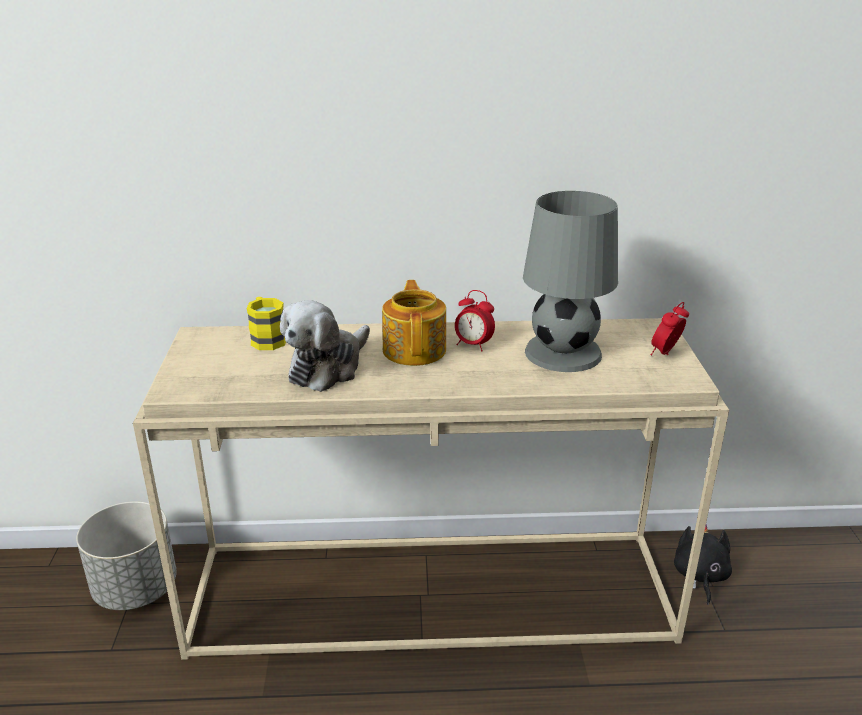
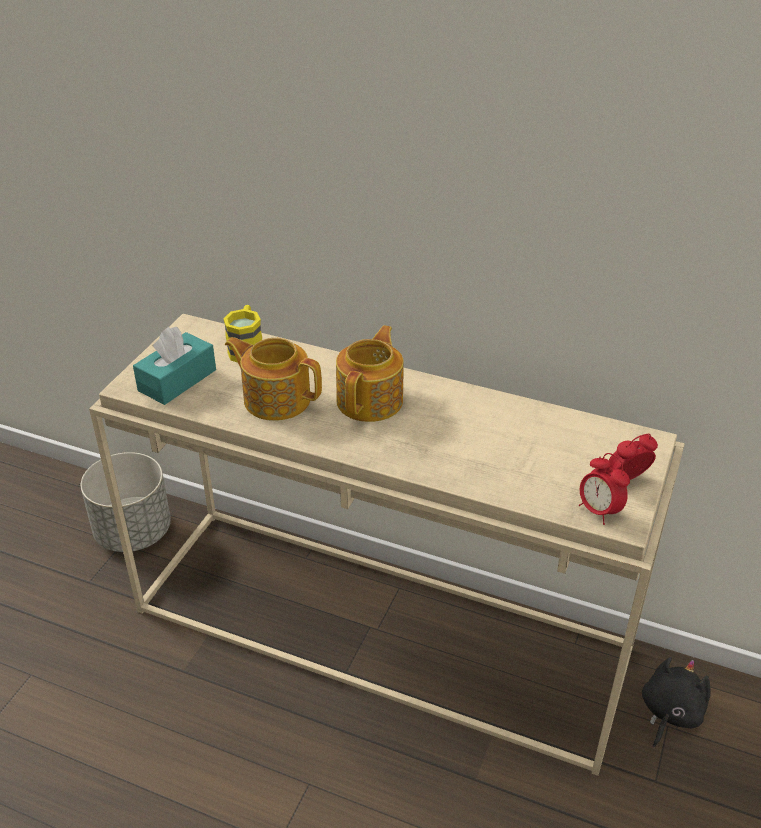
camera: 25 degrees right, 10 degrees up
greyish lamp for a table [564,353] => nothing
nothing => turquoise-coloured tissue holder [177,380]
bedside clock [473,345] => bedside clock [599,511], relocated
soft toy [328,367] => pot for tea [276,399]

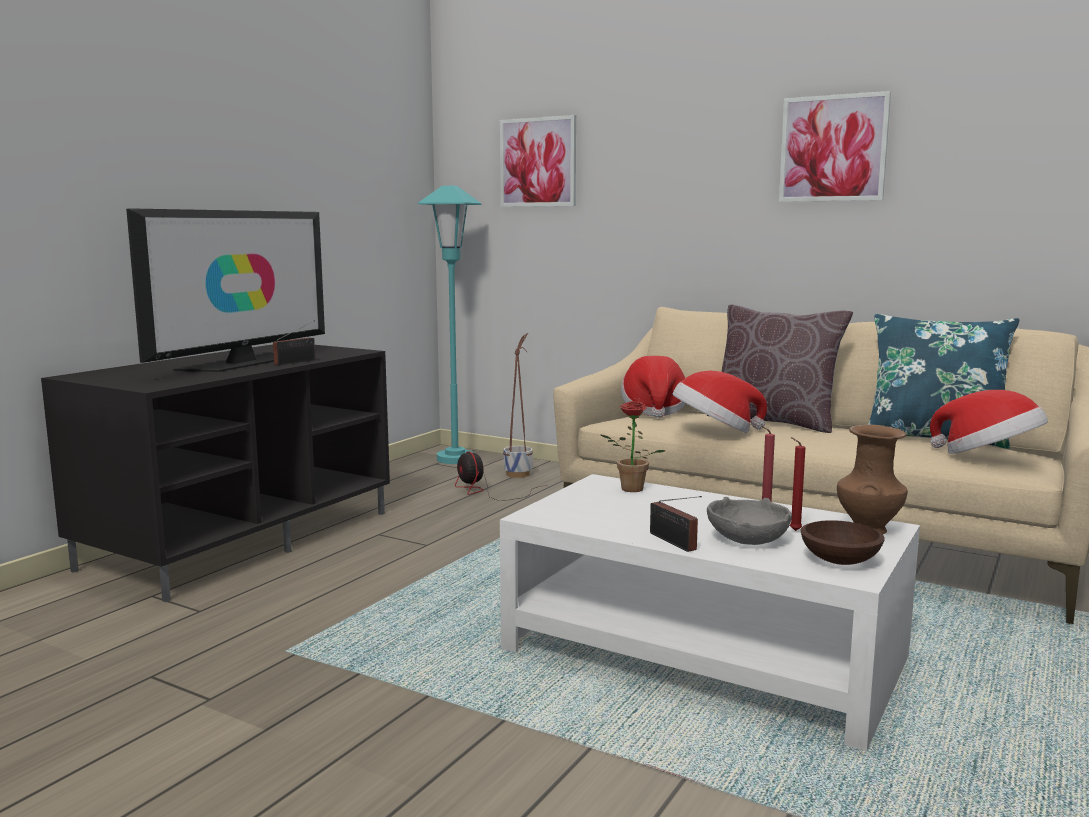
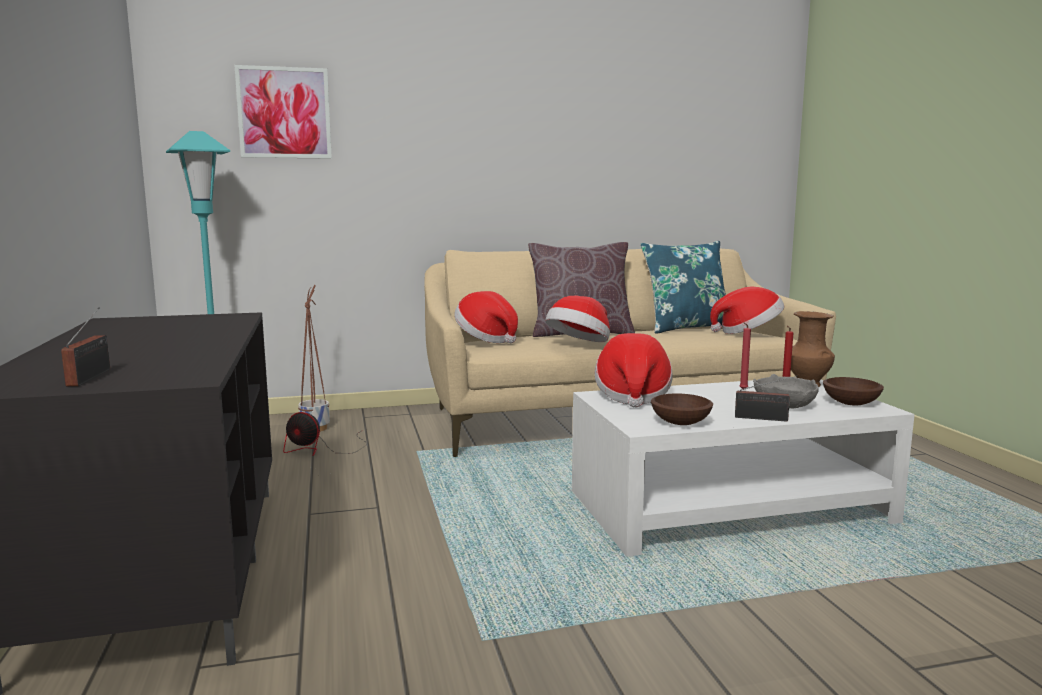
camera: 45 degrees left, 0 degrees up
television [241,363] => nothing
picture [833,148] => nothing
nothing => brownish deep dish [680,423]
radio [297,362] => radio [92,376], relocated
houseplant [629,490] => clothing hat [632,396]

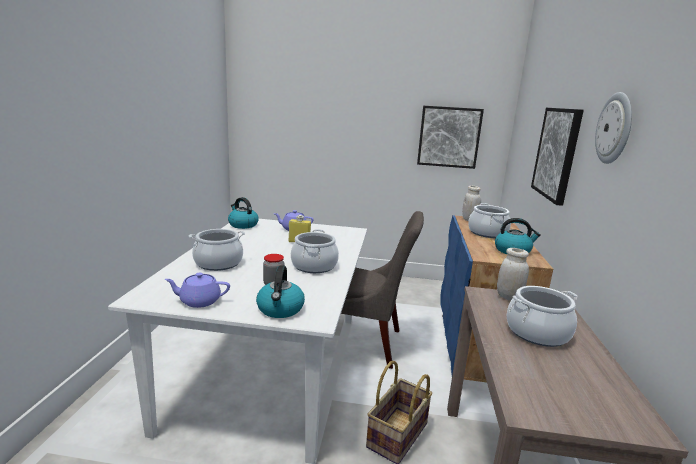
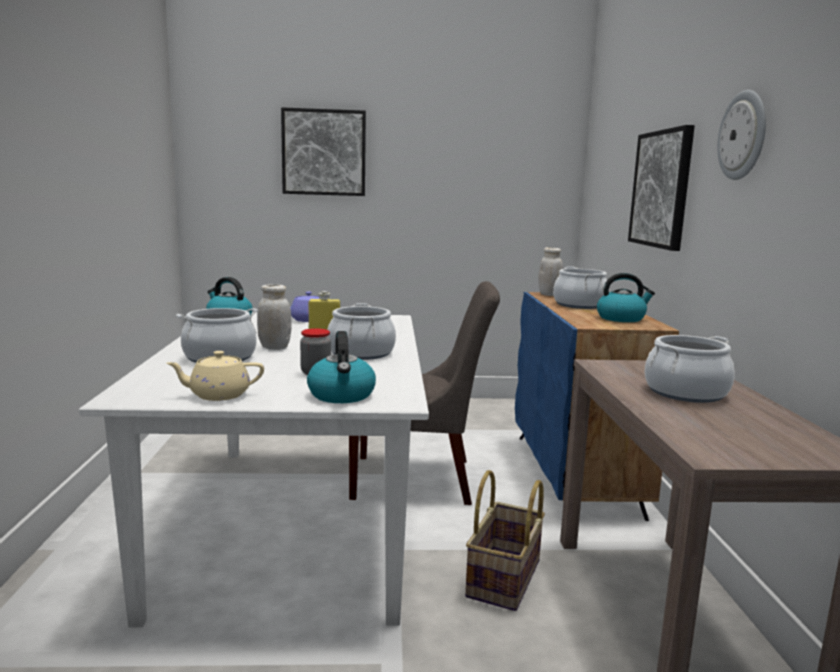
camera: 10 degrees left, 5 degrees down
picture [449,137] => picture [324,152], relocated
white-coloured jar [508,297] => white-coloured jar [274,347], relocated
purple pot for tea [199,301] => beige pot for tea [218,395]

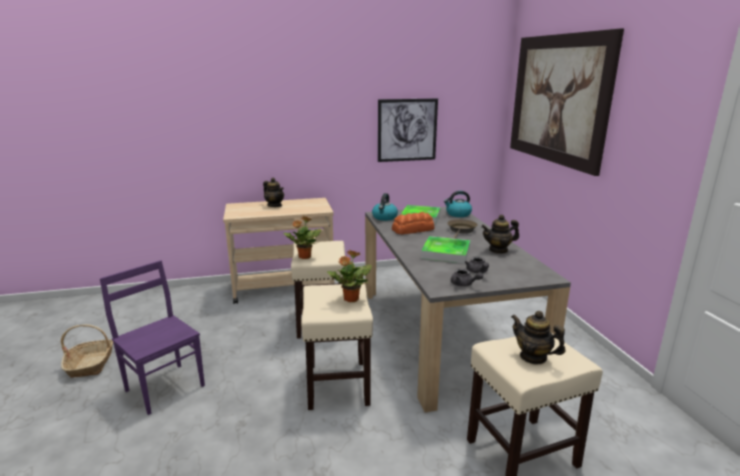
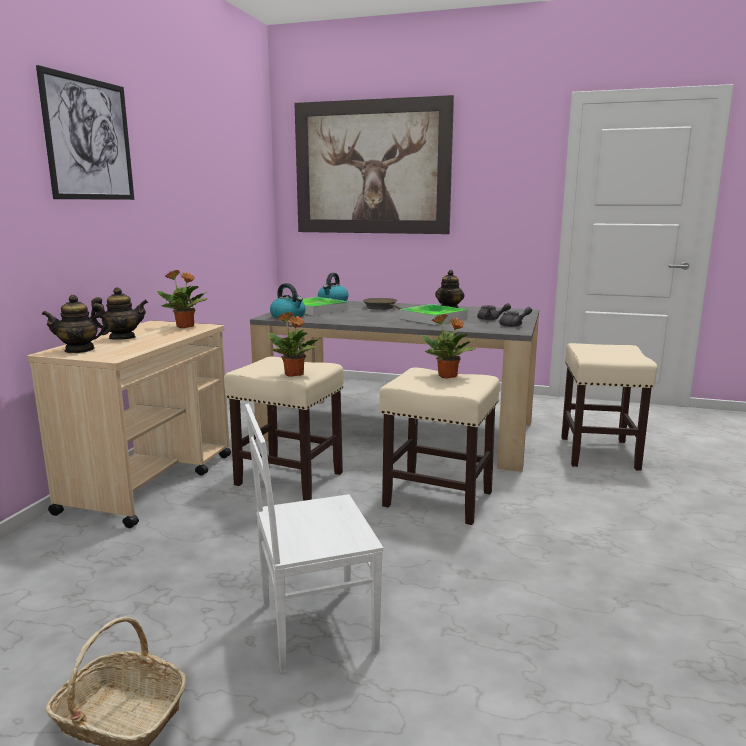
camera: 60 degrees left, 5 degrees down
bread [413,230] => nothing
nothing => houseplant [185,327]
picture [407,130] => picture [89,139], relocated
pot for tea [533,357] => pot for tea [80,350], relocated
purple chair [165,387] => white-coloured chair [315,626]

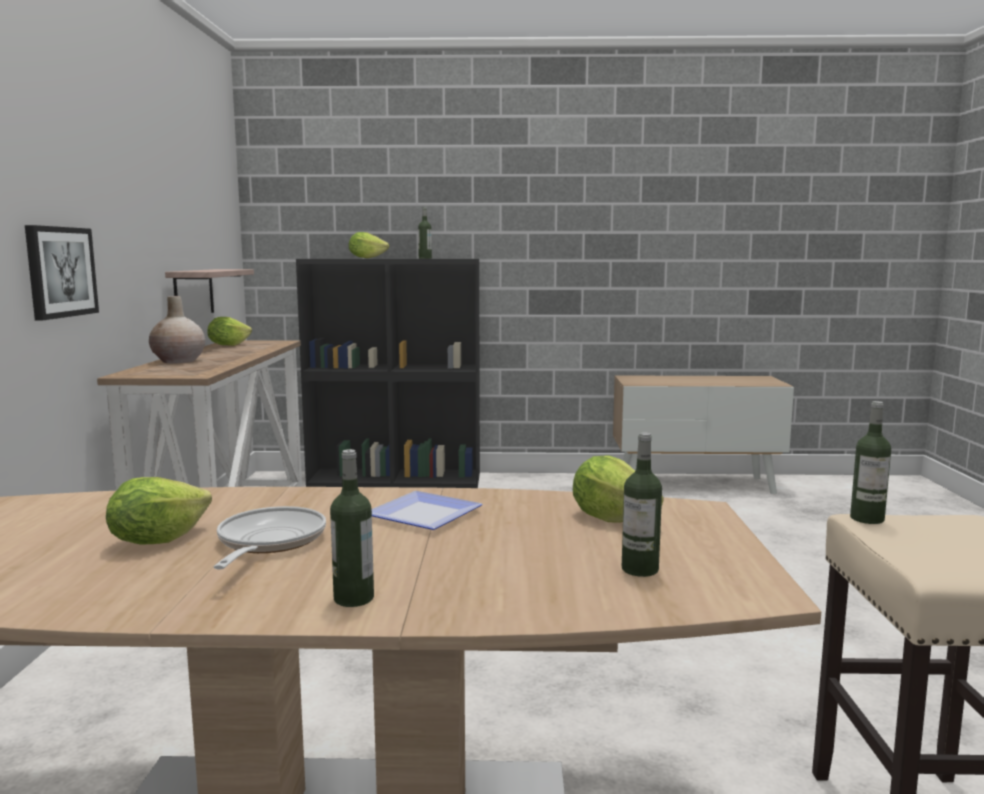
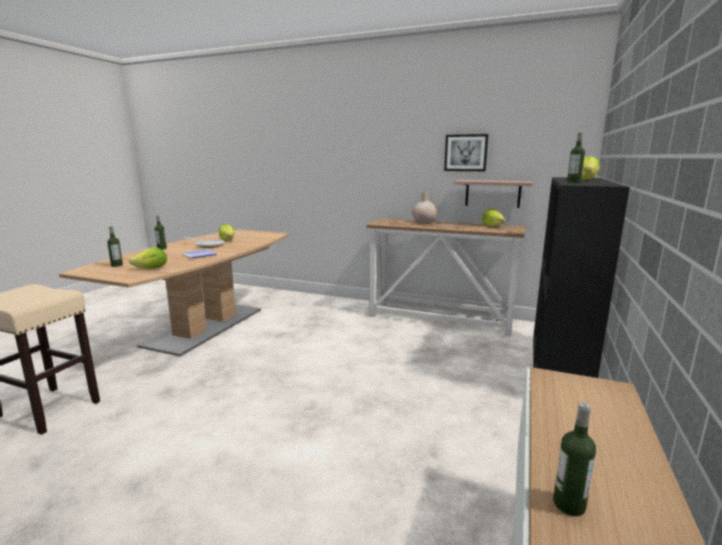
camera: 110 degrees right, 5 degrees up
picture [60,272] => picture [465,153], relocated
beverage bottle [867,519] => beverage bottle [569,504], relocated

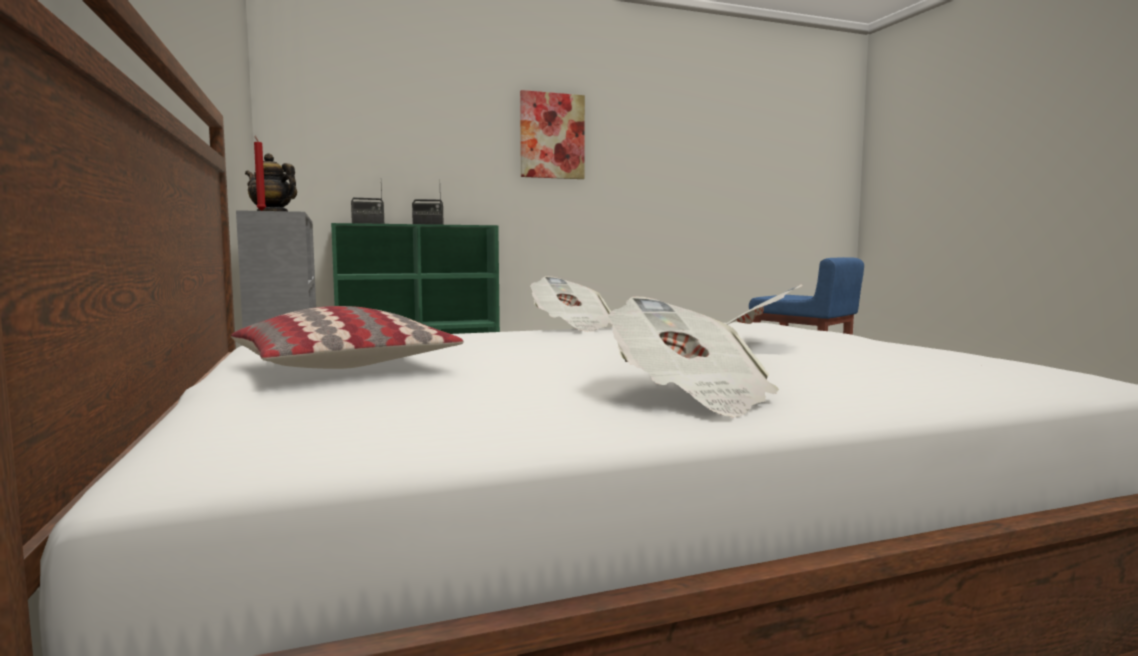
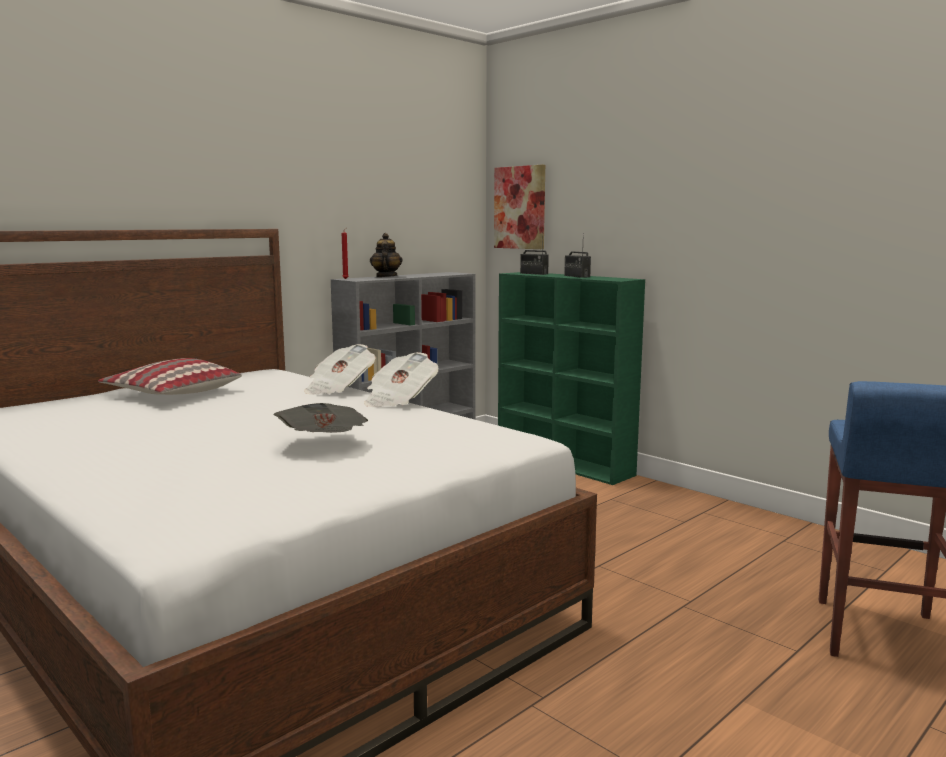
camera: 65 degrees right, 5 degrees up
picture [552,136] => picture [520,207], relocated
printed paper [691,397] => printed paper [338,389], relocated

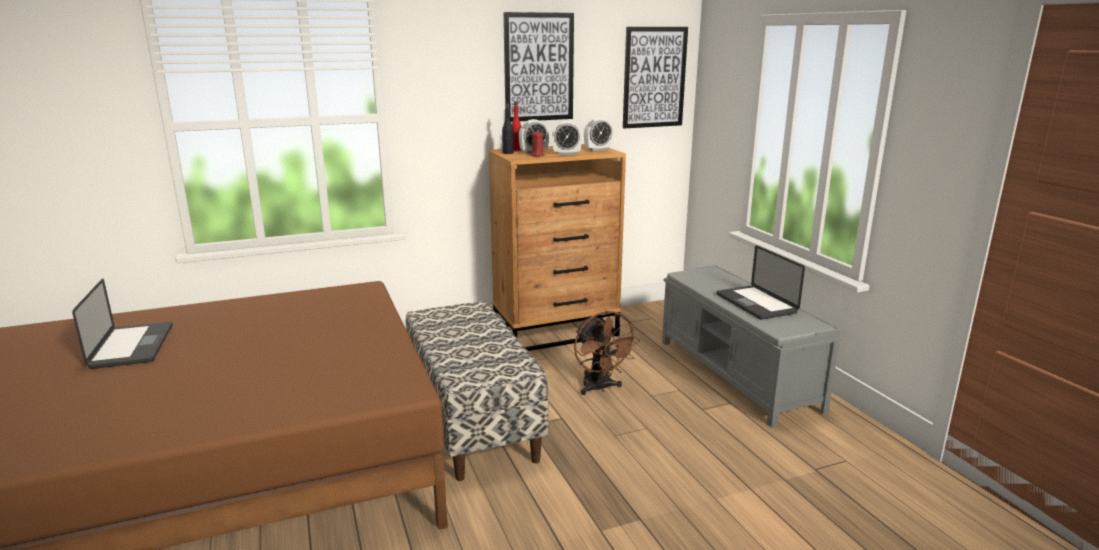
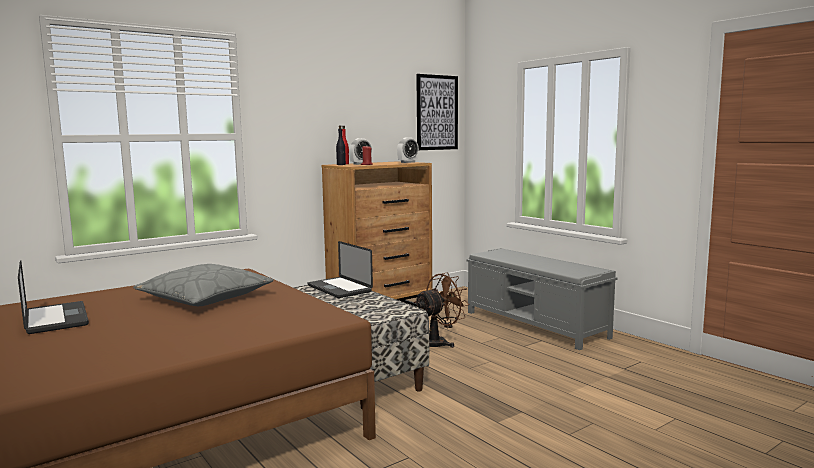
camera: 15 degrees left, 10 degrees down
picture [539,67] => nothing
bedside clock [566,154] => nothing
nothing => greyish throw pillow [205,298]
notebook computer [756,303] => notebook computer [339,288], relocated
brownish fan [600,388] => brownish fan [439,343], 90 degrees counterclockwise

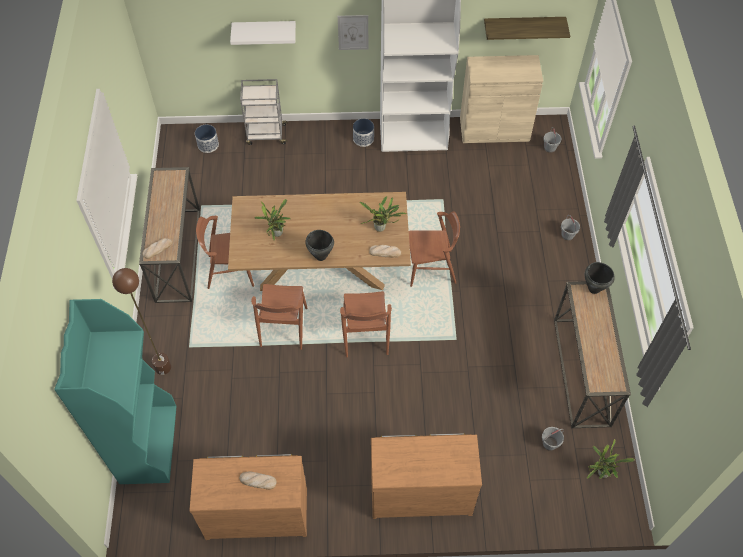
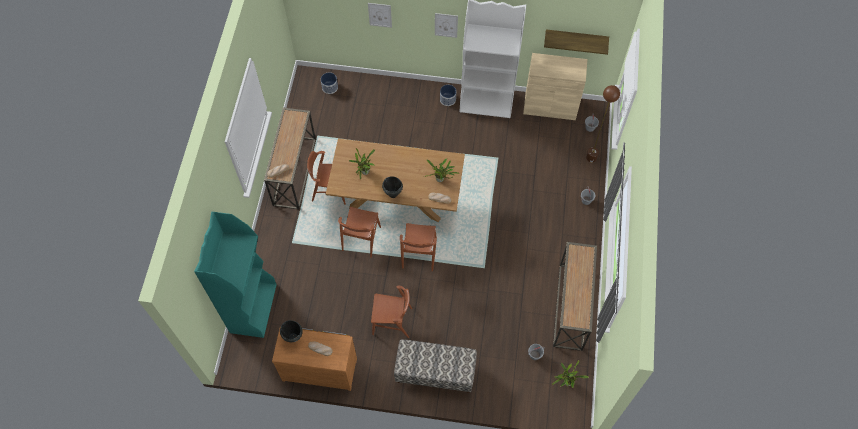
camera: 10 degrees right, 5 degrees up
greyish trolley [266,134] => nothing
brownish standing lamp [163,367] => brownish standing lamp [591,157], relocated
brownish chair [431,268] => brownish chair [392,321], relocated
black saucepot [593,288] => black saucepot [293,337], relocated
white-coloured bracket shelf [264,30] => picture [380,15]
brownish chest of drawers [420,491] => indoor bench [435,372]

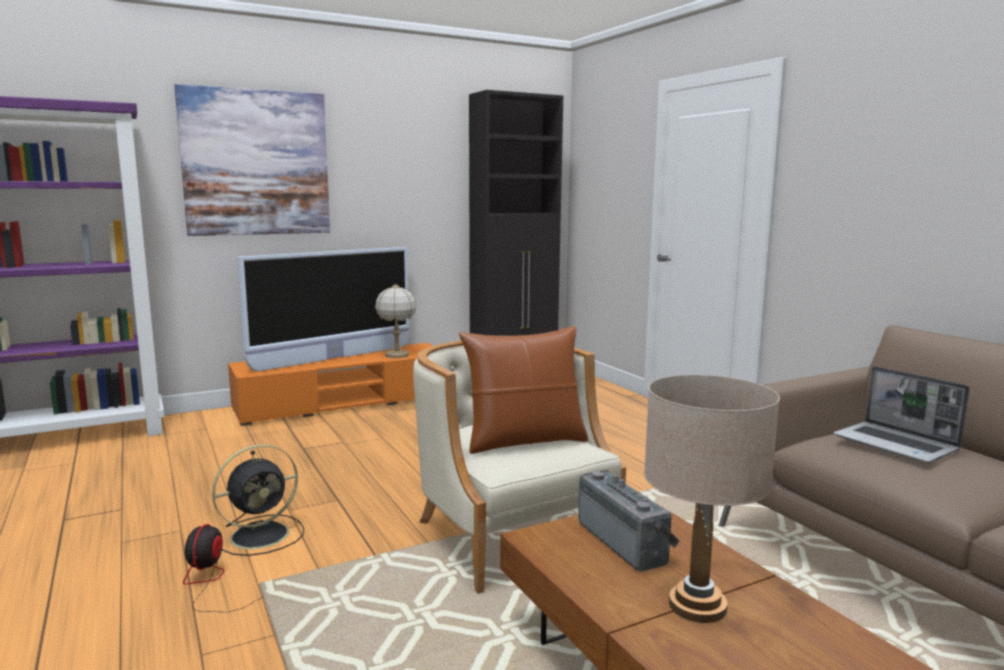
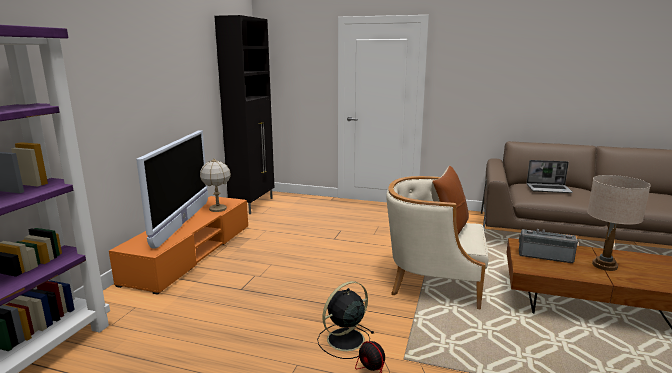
camera: 45 degrees left, 5 degrees up
picture [256,163] => nothing
black fan [262,534] => black fan [344,340], 135 degrees counterclockwise

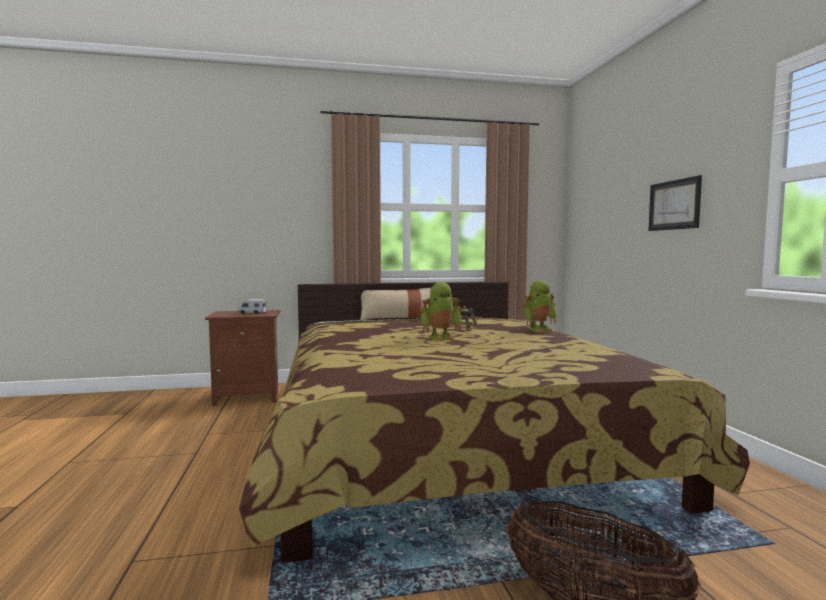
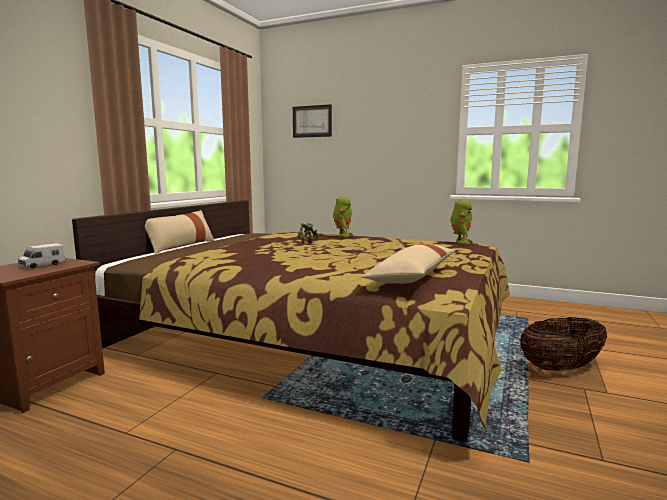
camera: 55 degrees left, 5 degrees up
nothing => beige throw pillow [412,277]
model robot [441,338] => model robot [460,242], relocated
picture [674,205] => picture [312,121], relocated

